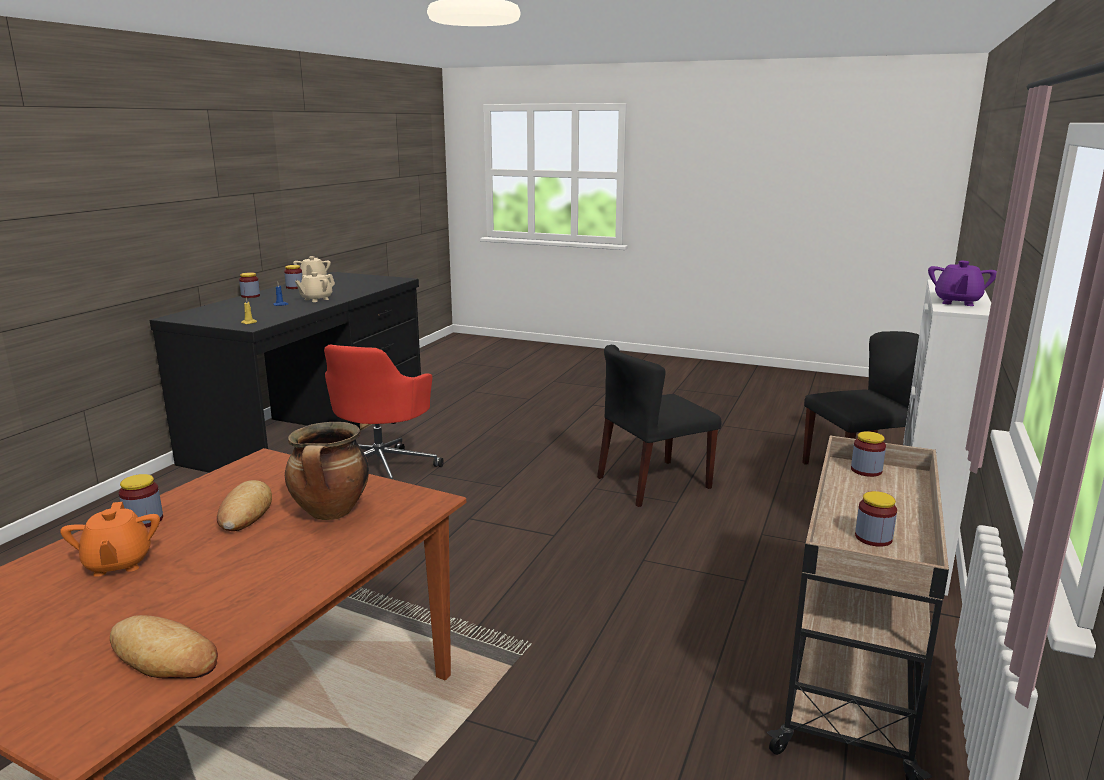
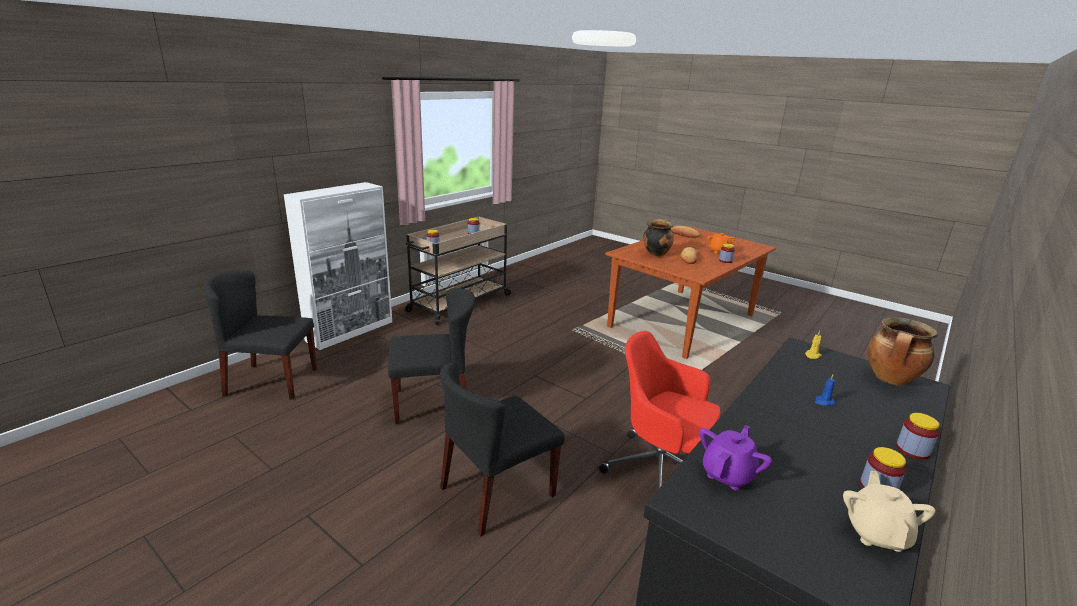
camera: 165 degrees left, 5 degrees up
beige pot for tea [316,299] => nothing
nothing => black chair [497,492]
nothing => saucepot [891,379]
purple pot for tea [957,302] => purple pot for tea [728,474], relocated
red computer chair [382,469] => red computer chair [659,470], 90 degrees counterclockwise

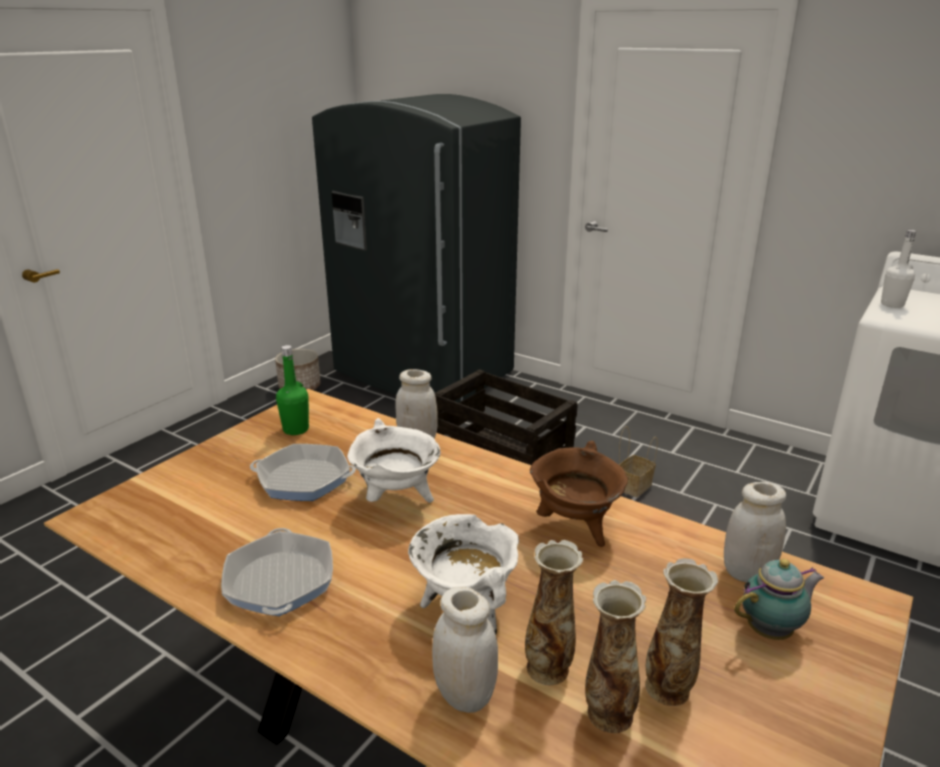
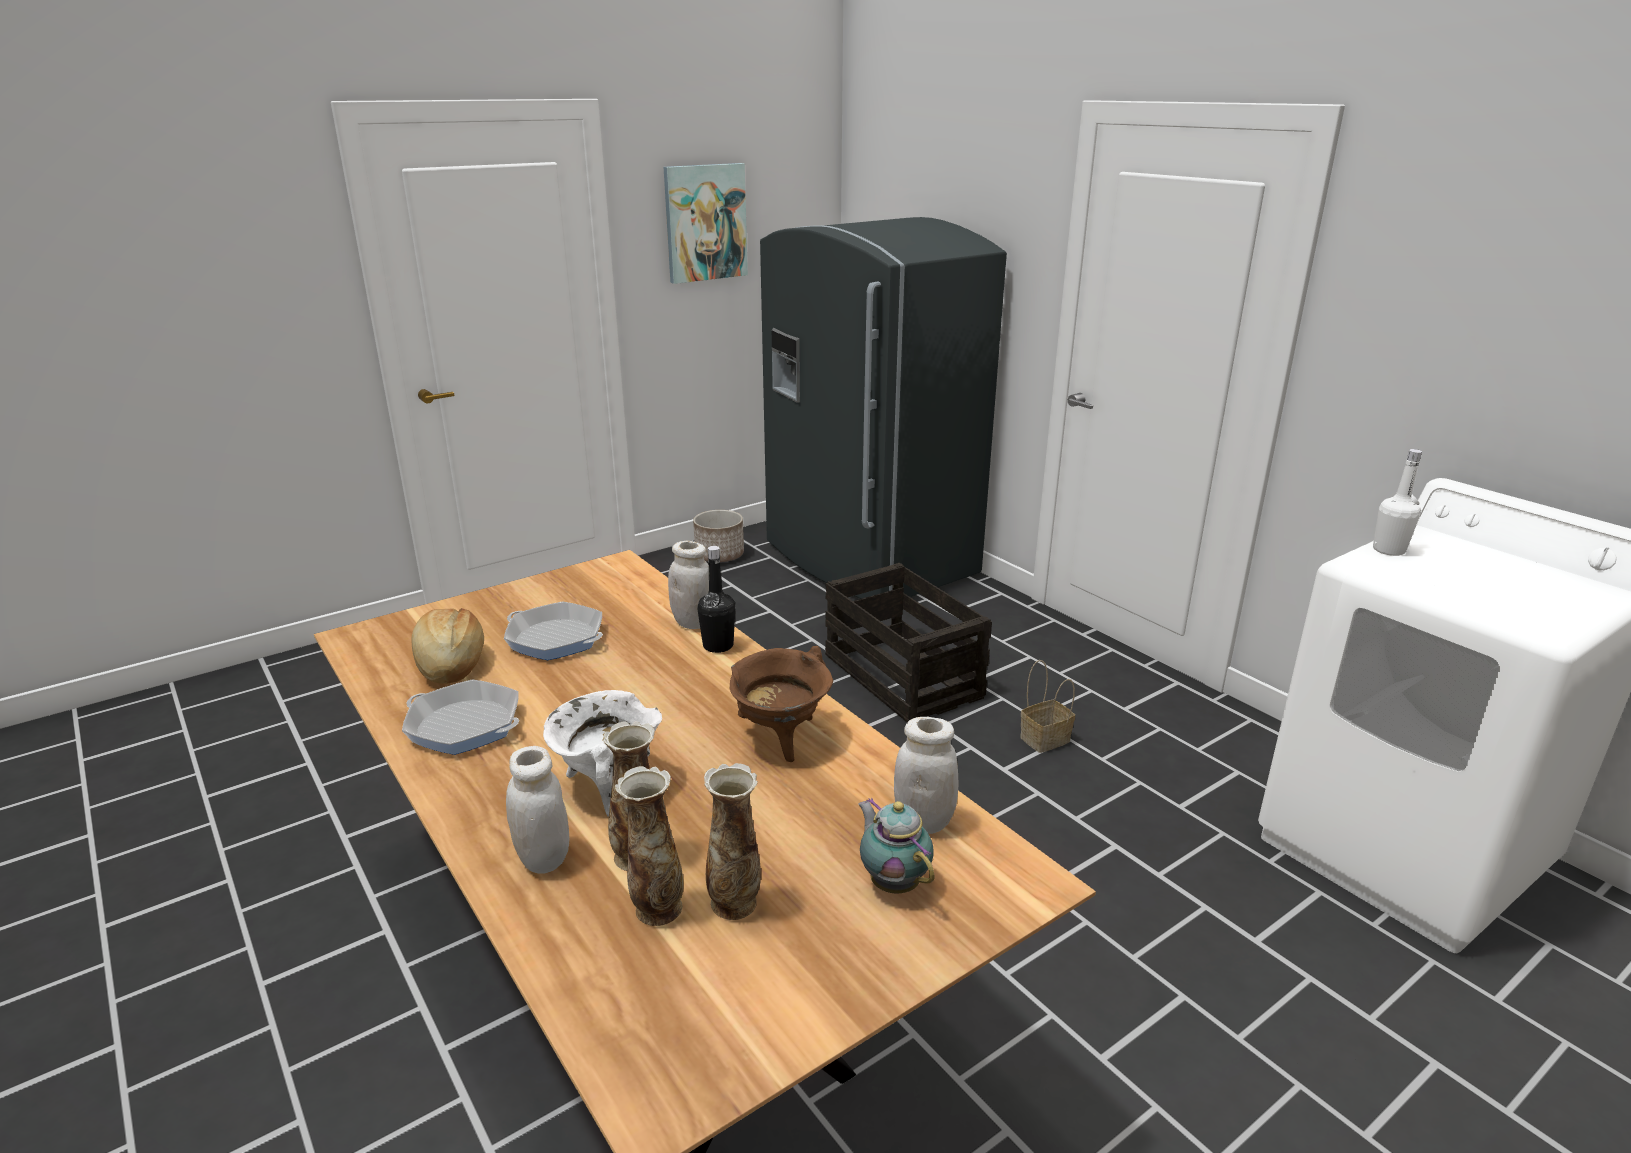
camera: 20 degrees right, 0 degrees up
green-coloured beverage bottle [296,429] => nothing
white-coloured saucepot [397,499] => nothing
nothing => bread [449,663]
nothing => picture [705,222]
nothing => black beverage bottle [718,646]
frying pan [280,581] => frying pan [464,725], 105 degrees clockwise
pot for tea [772,631] => pot for tea [893,882], 120 degrees counterclockwise

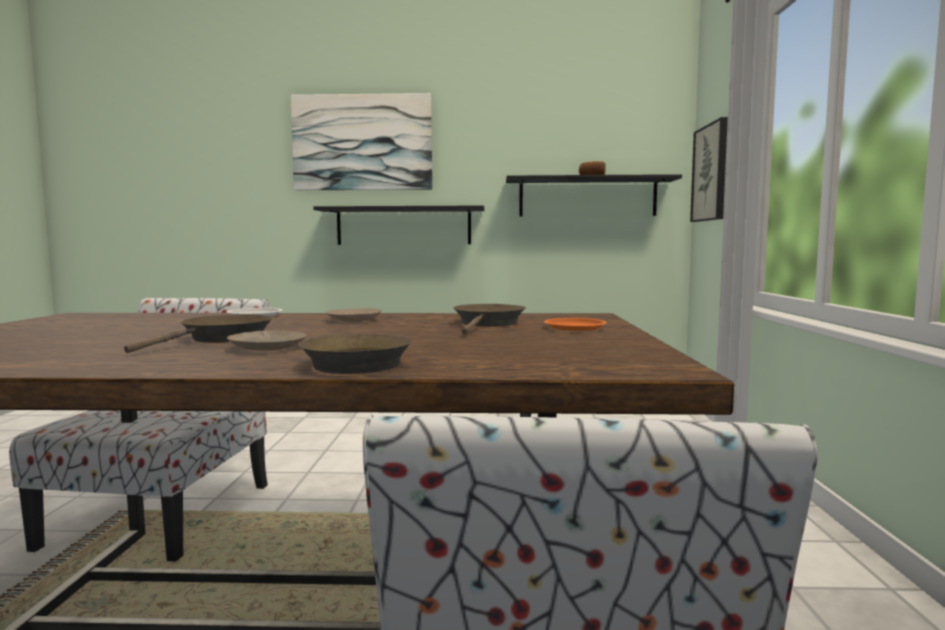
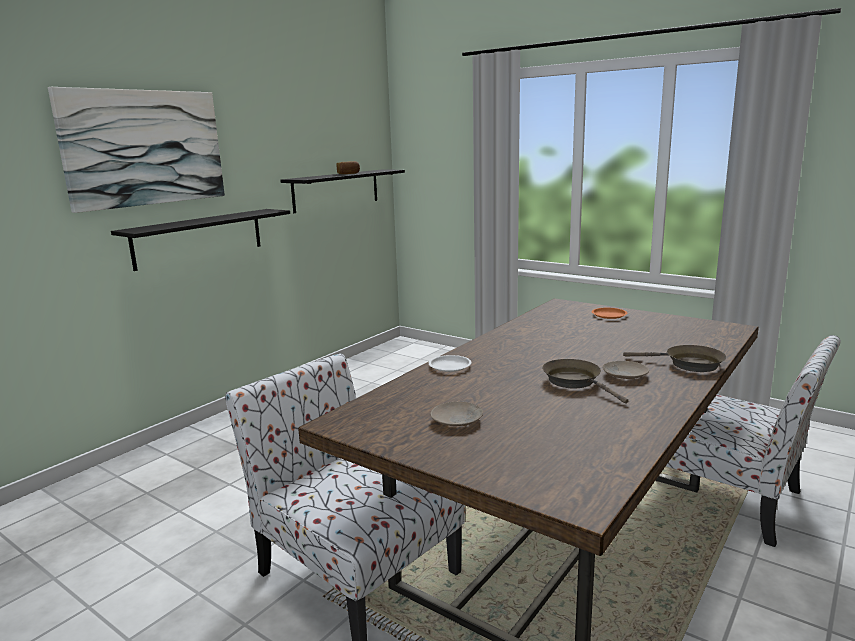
camera: 55 degrees left, 10 degrees up
brownish frying pan [488,324] => nothing
picture [710,173] => nothing
beige plate [354,320] => beige plate [457,420], relocated

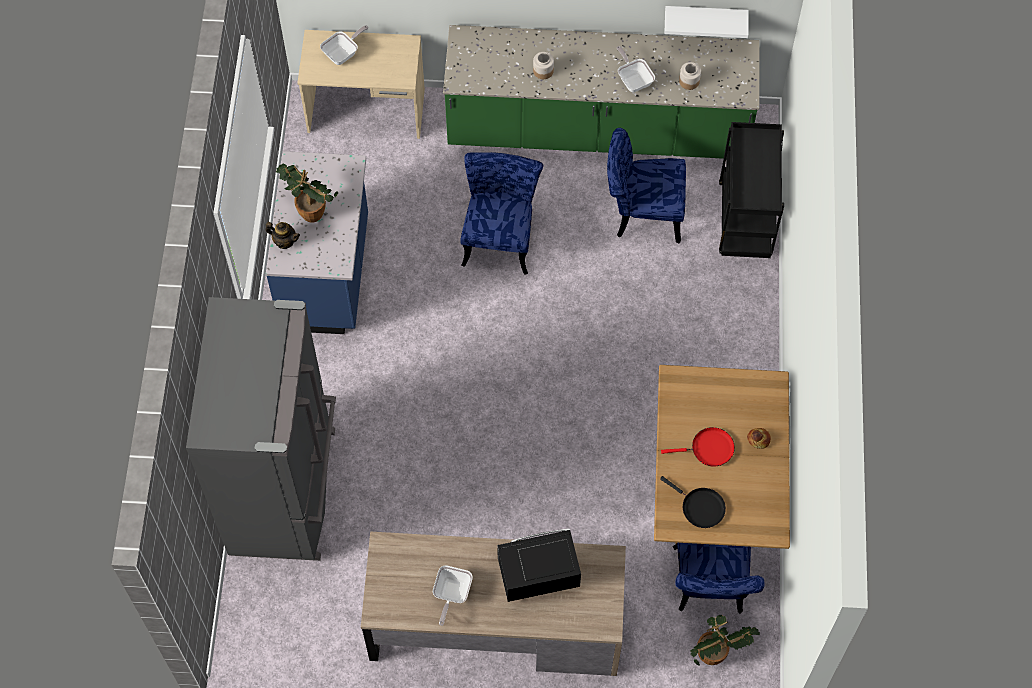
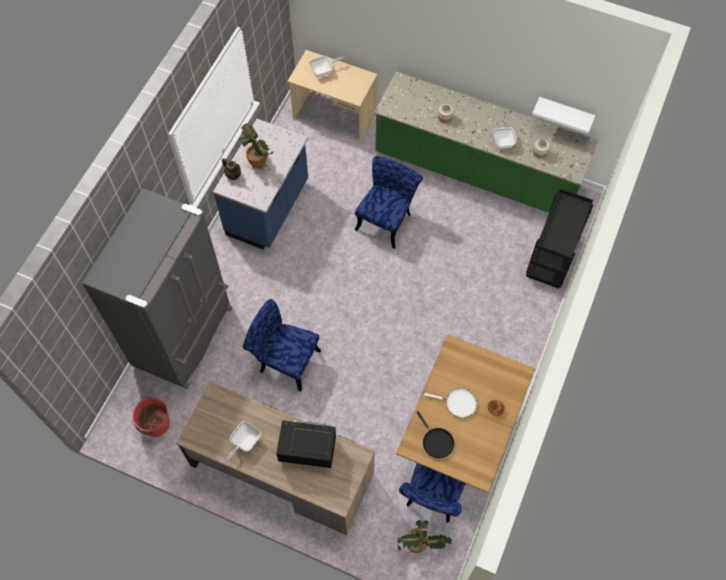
camera: 20 degrees right, 0 degrees up
nothing => red water bucket [155,424]
blue-coloured chair [641,213] => blue-coloured chair [284,360], relocated
red frying pan [709,449] => white-coloured frying pan [458,403]

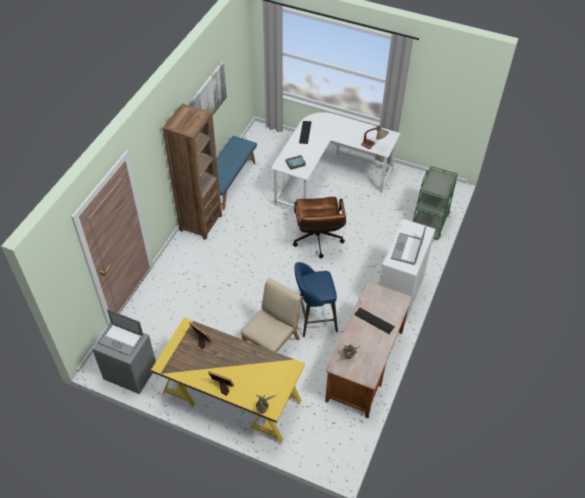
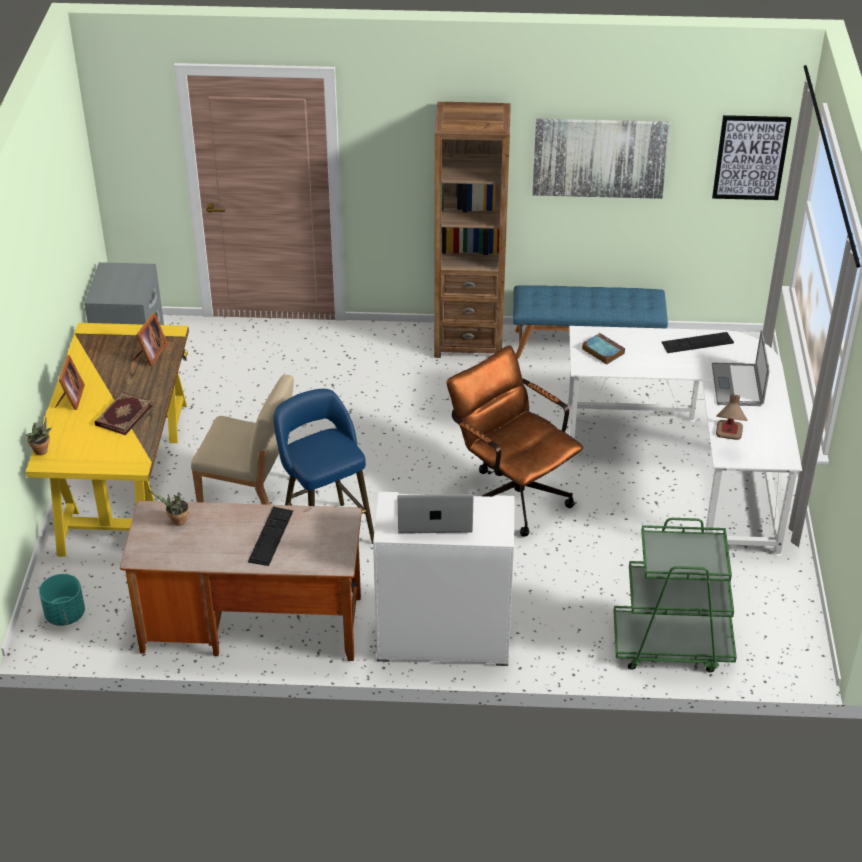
camera: 70 degrees right, 10 degrees down
nothing => turquoise-coloured flower pot [65,615]
nothing => bound book [123,415]
nothing => picture [750,157]
notebook computer [121,339] => notebook computer [737,385], relocated
brownish computer chair [318,242] => brownish computer chair [511,493], 75 degrees clockwise

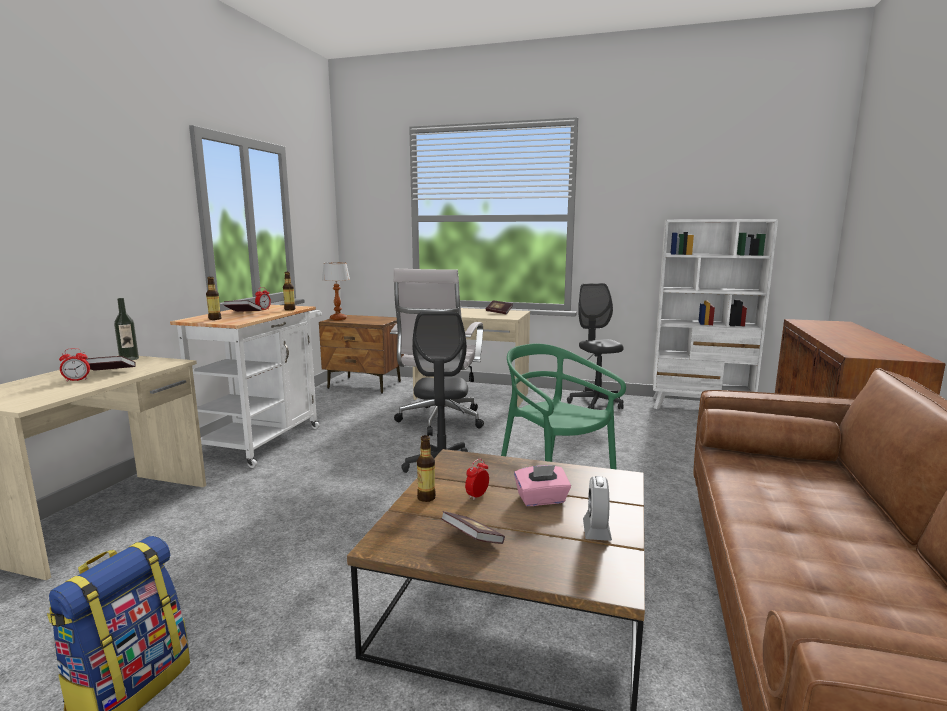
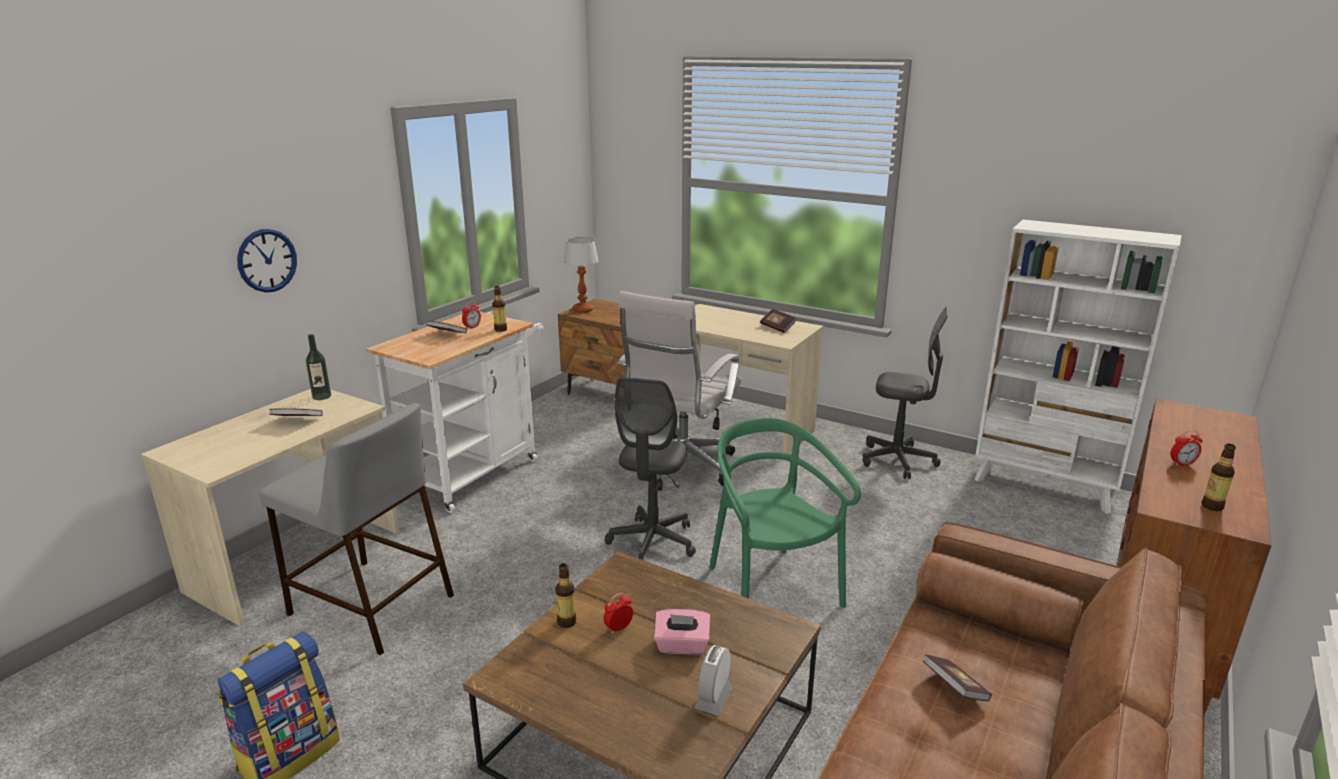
camera: 15 degrees right, 10 degrees up
nothing => hanging clock [267,260]
nothing => greyish stool seat [369,604]
bedside clock [77,380] => bedside clock [1182,464], relocated
beverage bottle [215,319] => beverage bottle [1212,506], relocated
bound book [472,539] => bound book [954,688], relocated
greyish computer chair [596,403] => greyish computer chair [898,460], 105 degrees clockwise

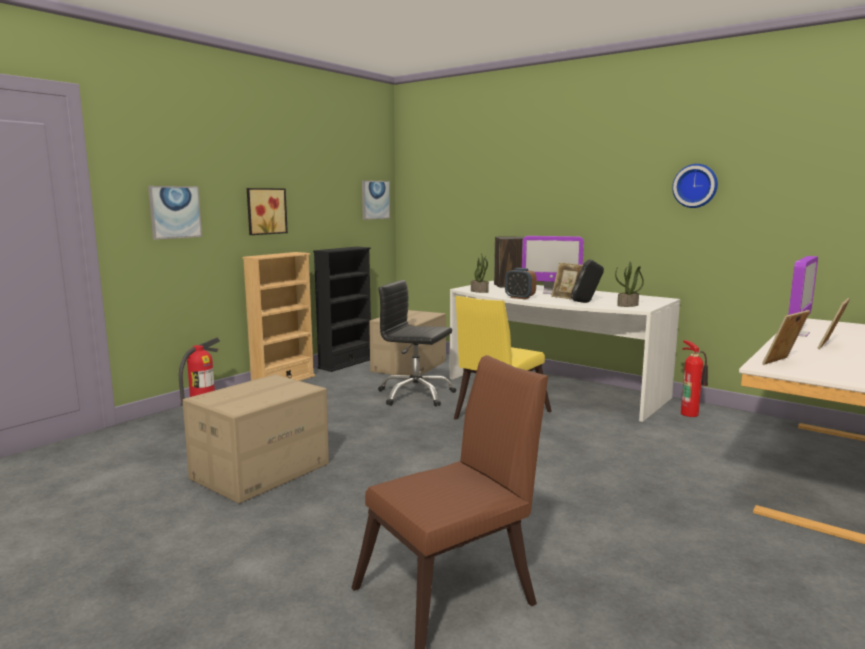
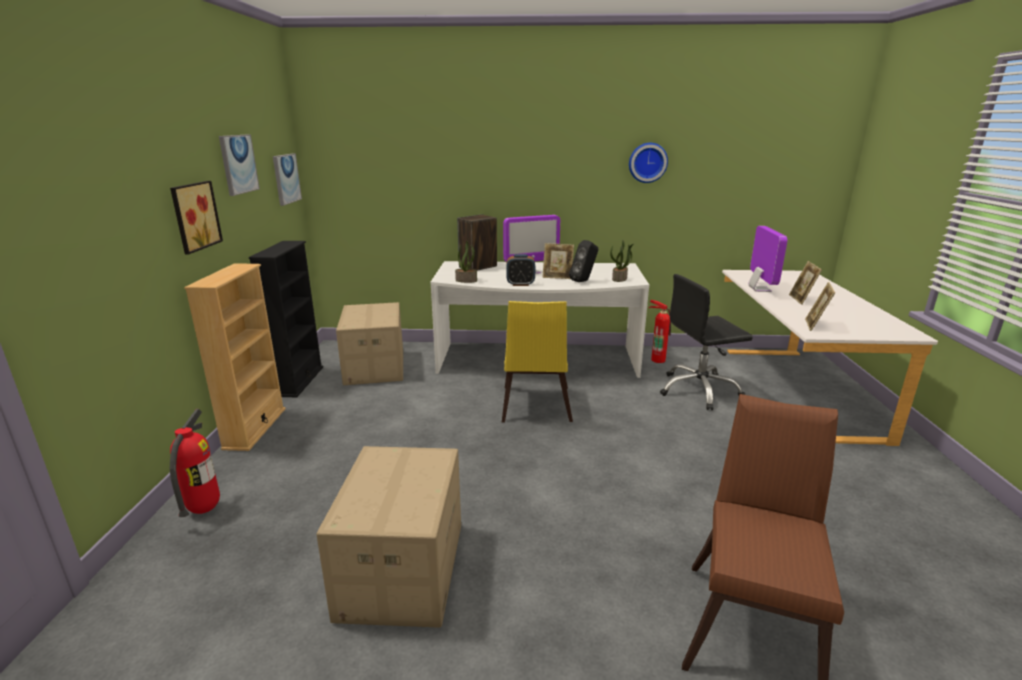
camera: 35 degrees left, 10 degrees up
picture [175,212] => picture [238,164], relocated
black computer chair [415,395] => black computer chair [699,390], relocated

